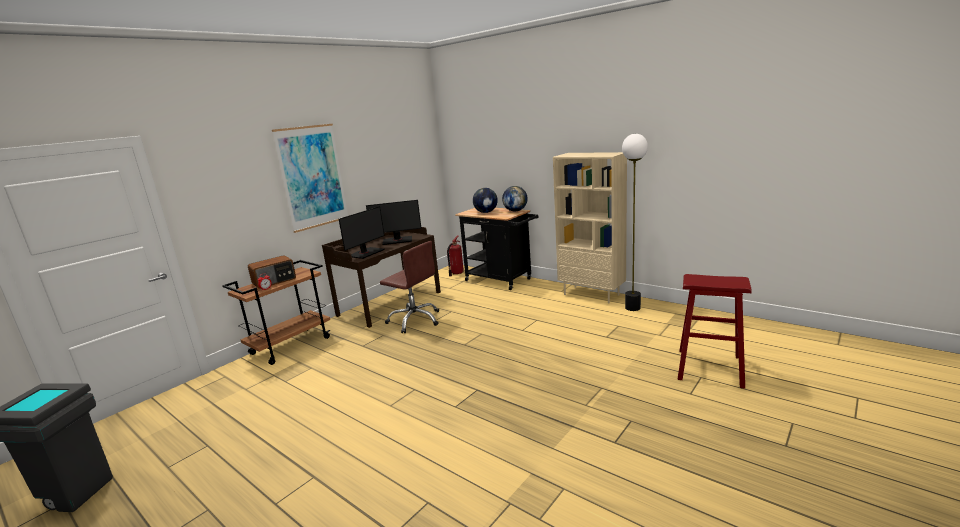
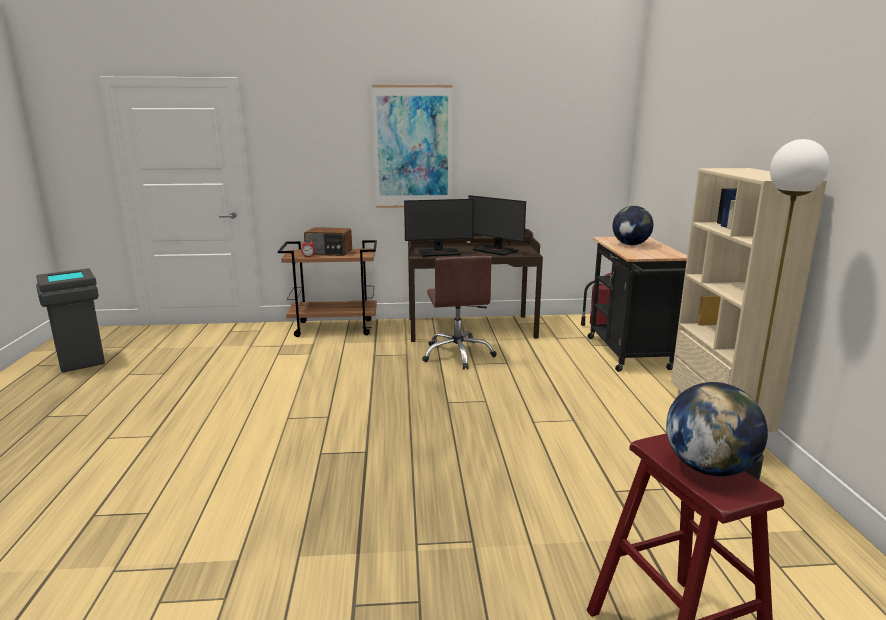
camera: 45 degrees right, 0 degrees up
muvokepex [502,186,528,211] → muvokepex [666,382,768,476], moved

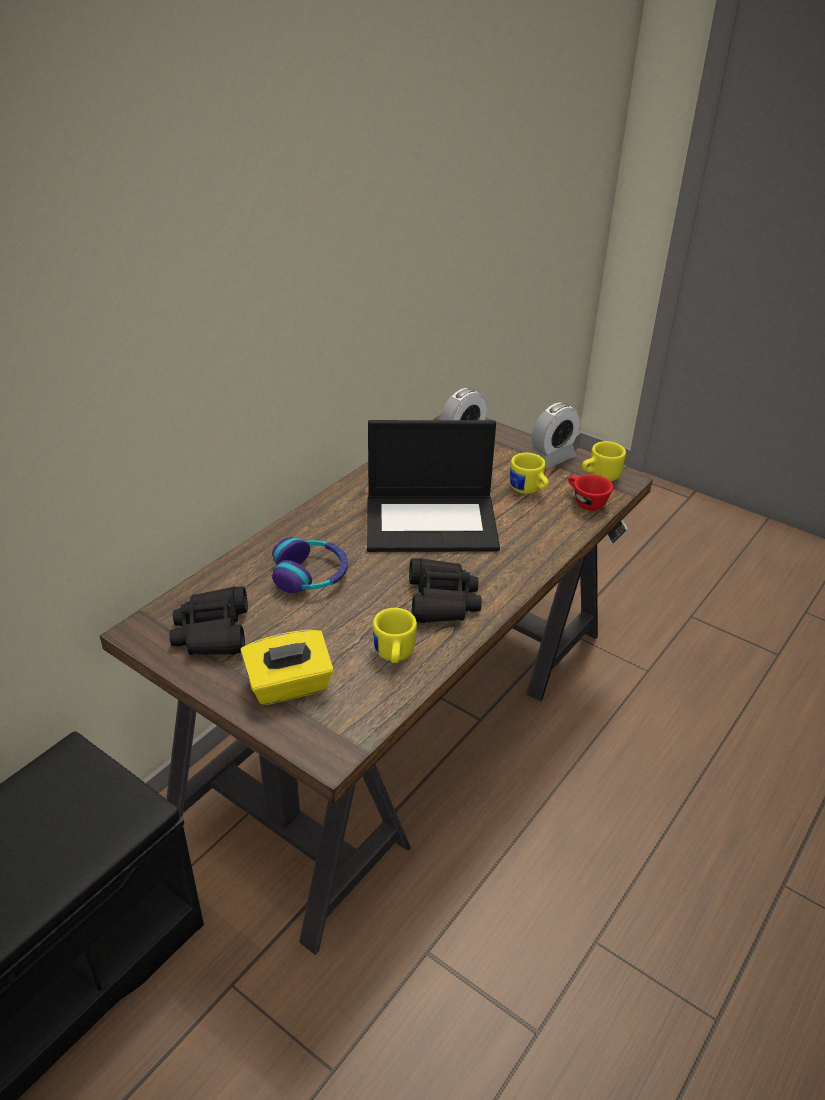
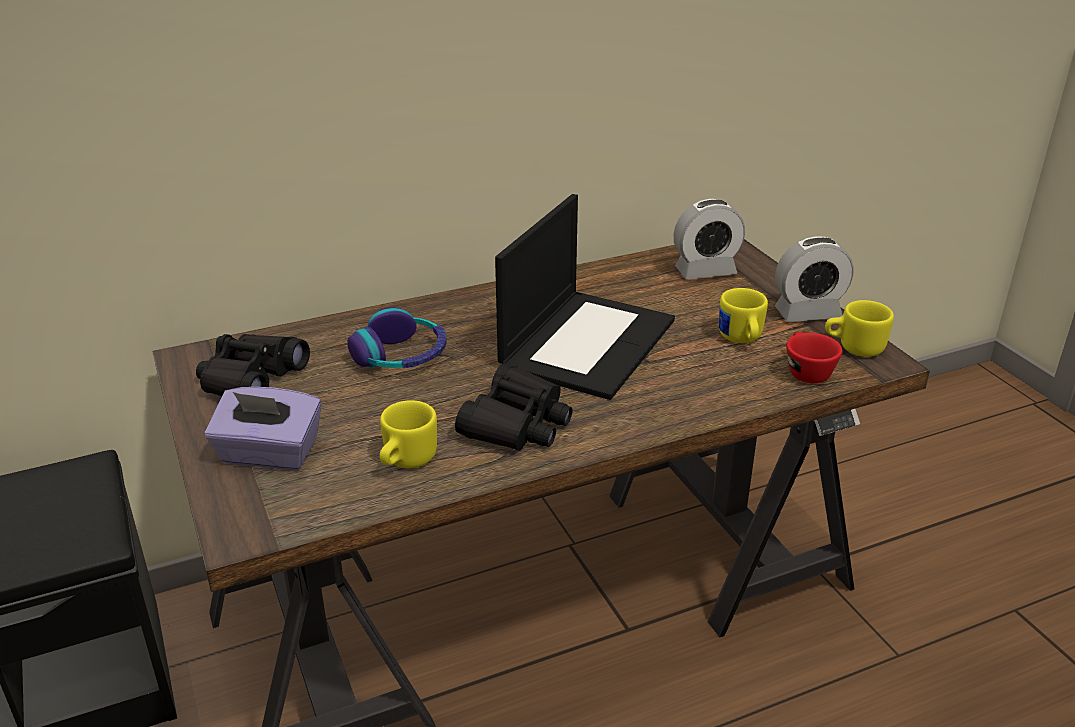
camera: 30 degrees right, 5 degrees down
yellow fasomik [240,630,334,705] → purple fasomik [205,387,322,470]
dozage [367,420,500,552] → dozage [495,194,675,400], 90 degrees counterclockwise

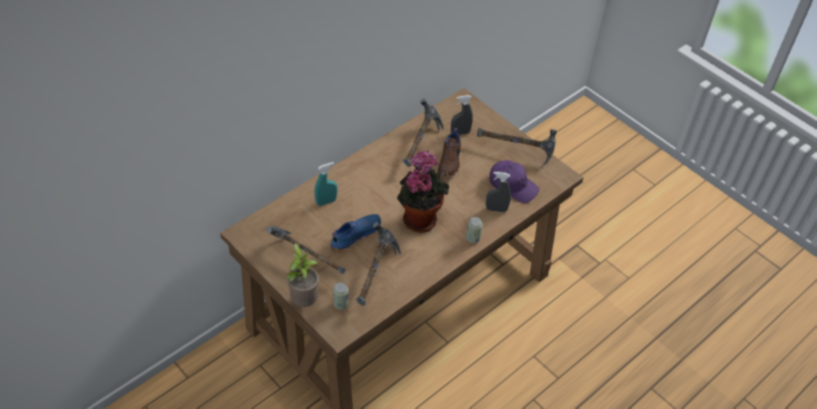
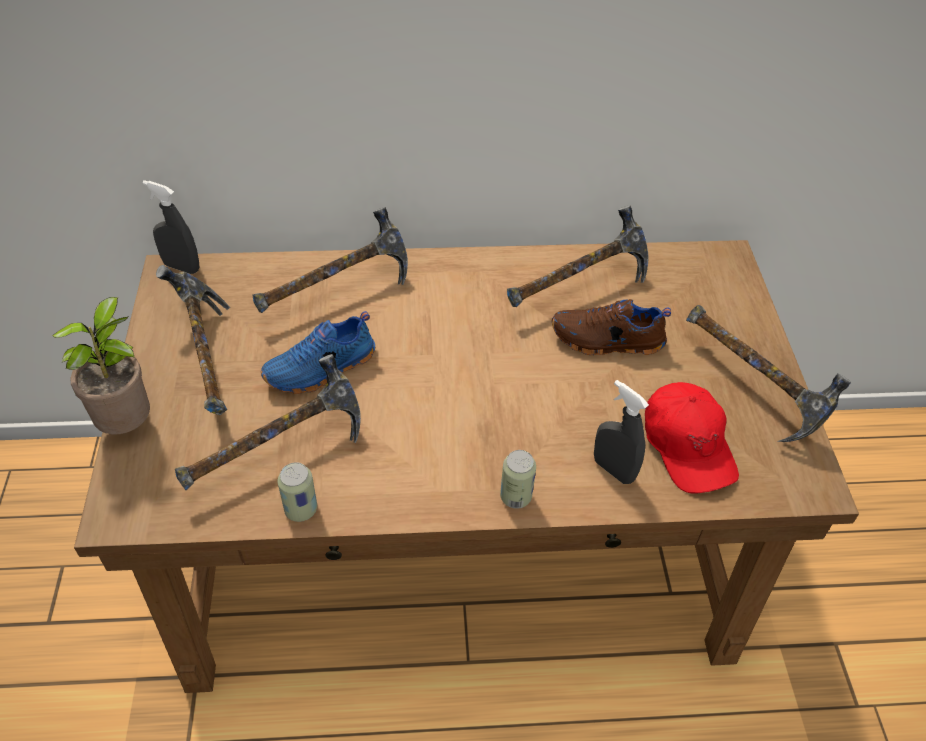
camera: 40 degrees right, 0 degrees up
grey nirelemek [451,95,473,135] → grey nirelemek [143,180,200,274], moved
turquoise nirelemek [314,162,337,206] → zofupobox [253,207,408,313]
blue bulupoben [330,214,381,253] → blue bulupoben [261,311,375,394], 150 degrees clockwise
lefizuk [333,282,348,310] → lefizuk [278,462,317,522], moved
brown bulupoben [438,128,461,176] → brown bulupoben [552,299,671,355], 45 degrees clockwise
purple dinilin [489,160,539,203] → red dinilin [645,382,739,493]
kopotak [397,150,449,233] → -

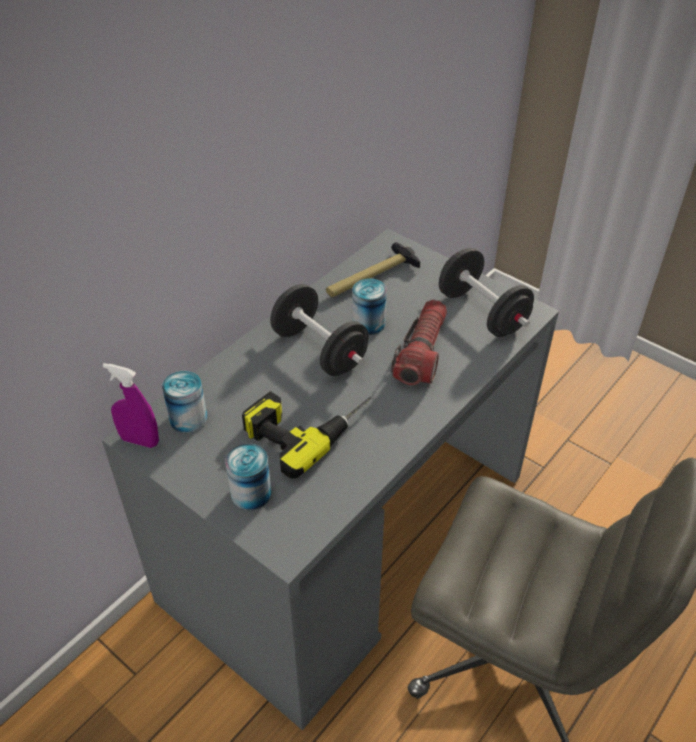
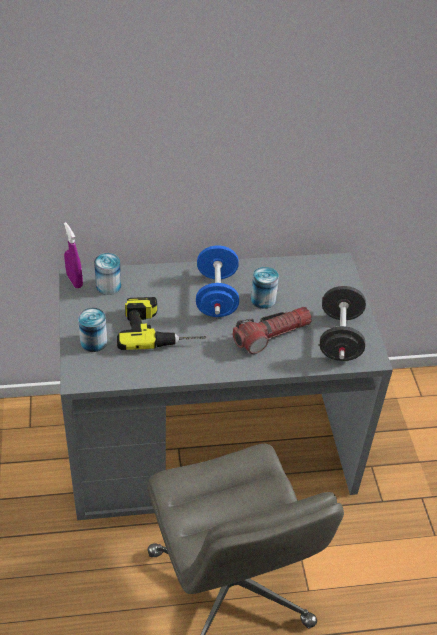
camera: 40 degrees right, 0 degrees up
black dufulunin [270,284,369,376] → blue dufulunin [196,245,239,317]
zofupobox [326,242,420,297] → -

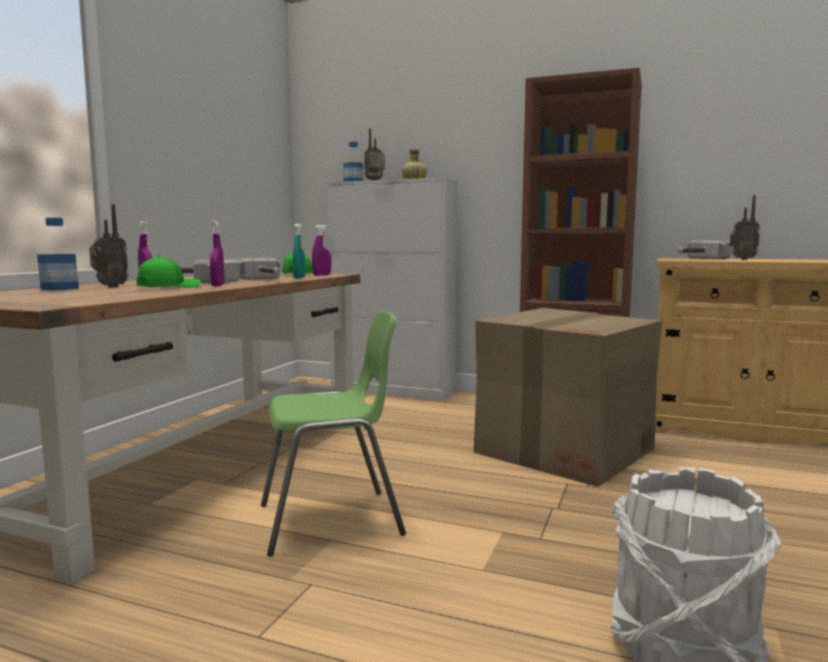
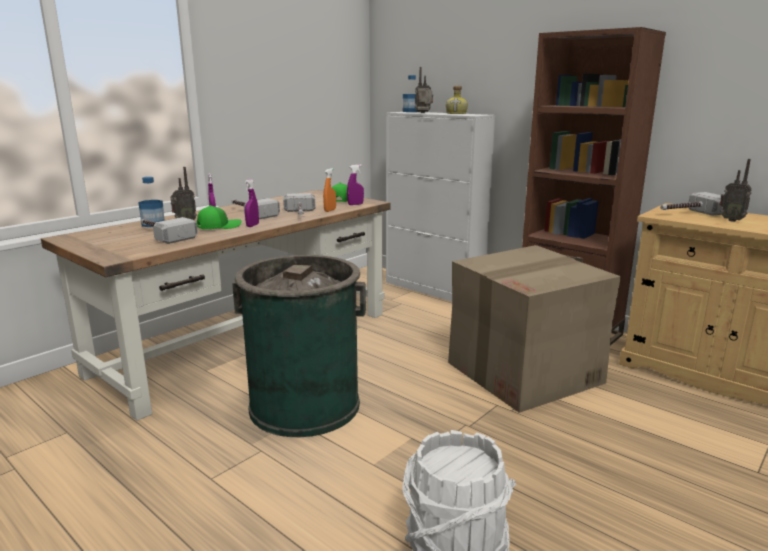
camera: 20 degrees right, 10 degrees up
- → zofupobox [141,217,198,244]
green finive [261,310,406,556] → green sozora [232,255,366,437]
turquoise nirelemek [293,224,305,278] → orange nirelemek [323,168,336,212]

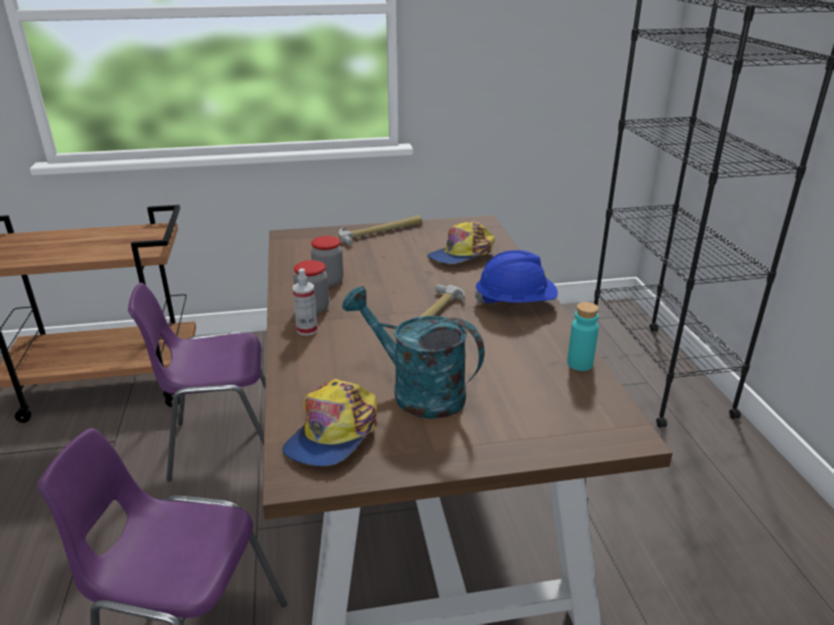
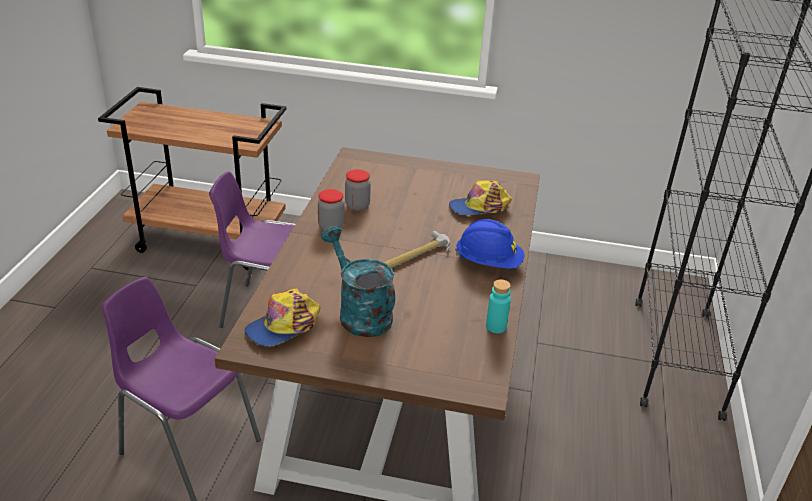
camera: 20 degrees right, 5 degrees up
nirelemek [293,268,318,336] → -
zofupobox [339,215,422,245] → -

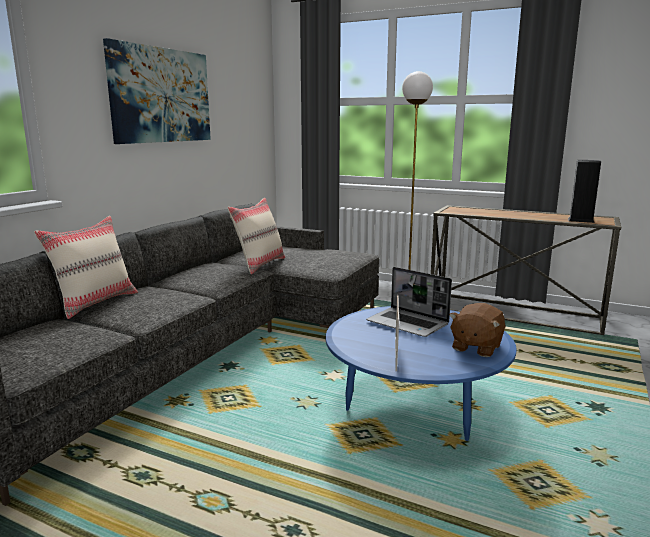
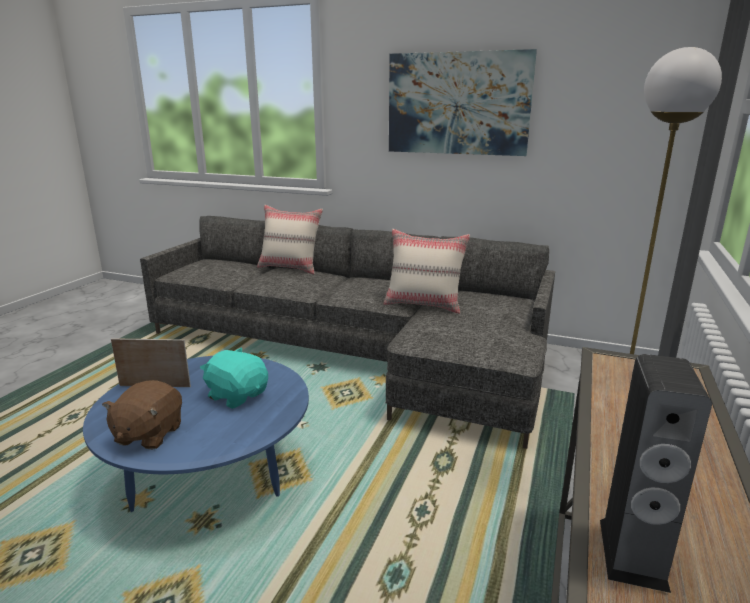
camera: 85 degrees right, 5 degrees up
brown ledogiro [449,303,505,357] → brown ledogiro [102,380,182,450], 105 degrees counterclockwise
dozage [366,267,452,337] → turquoise ledogiro [200,347,268,409]

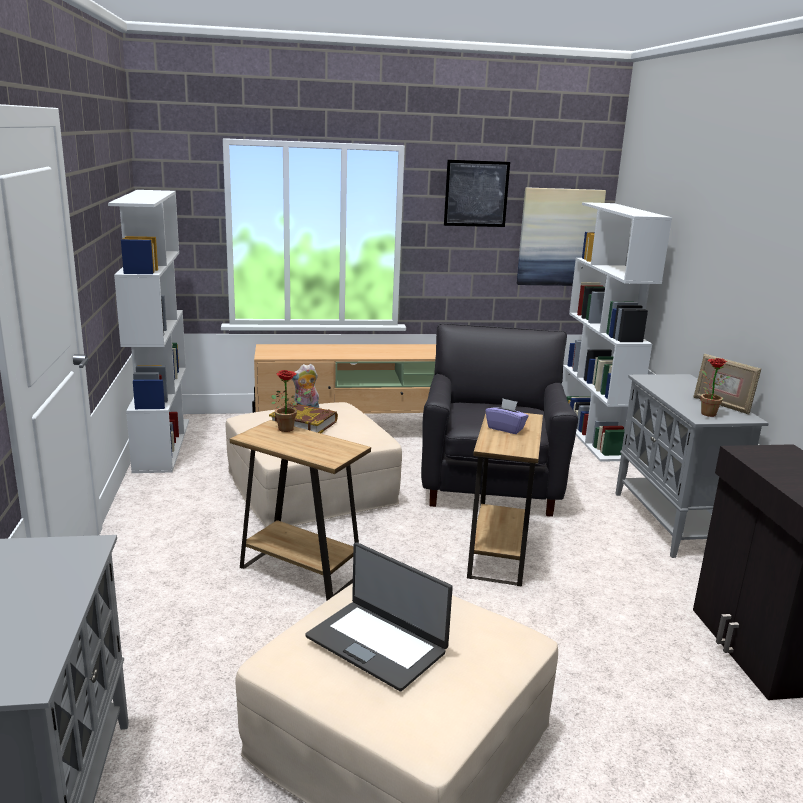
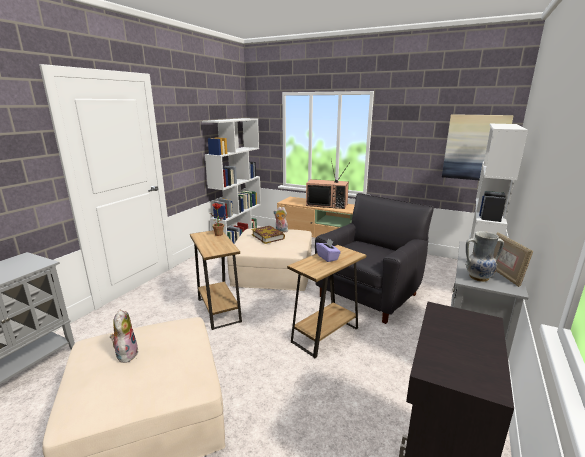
camera: 35 degrees right, 0 degrees up
dozage [305,542,453,691] → ledogiro [110,309,138,363]
- → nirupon [306,160,350,209]
kopotak [700,358,731,417] → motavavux [465,231,504,282]
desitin [444,160,510,227] → -

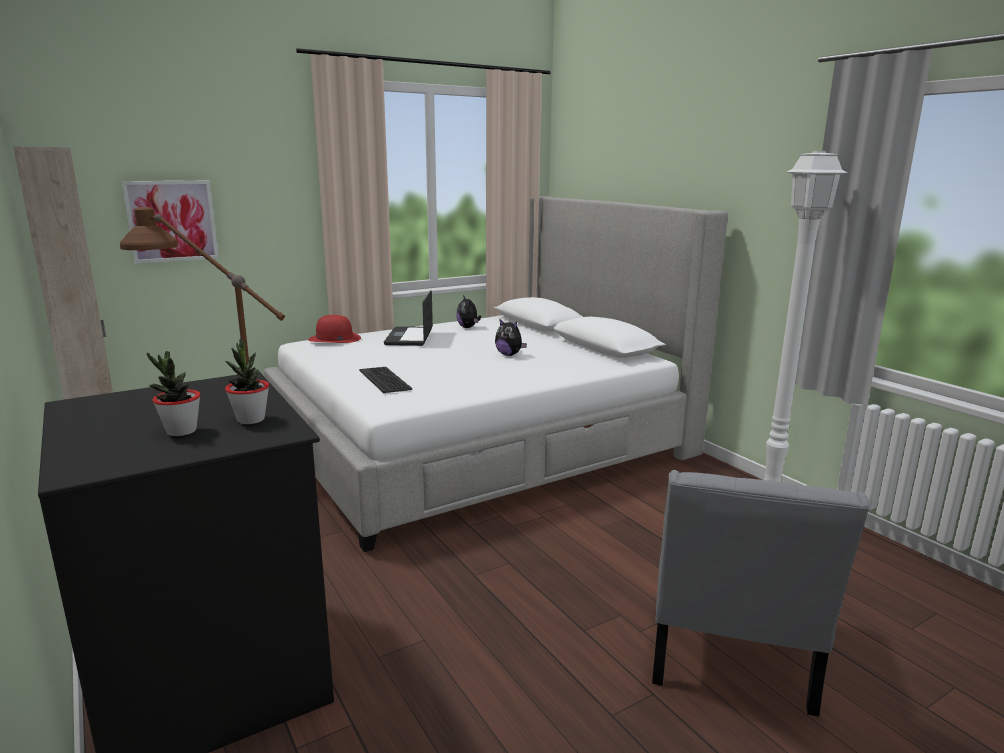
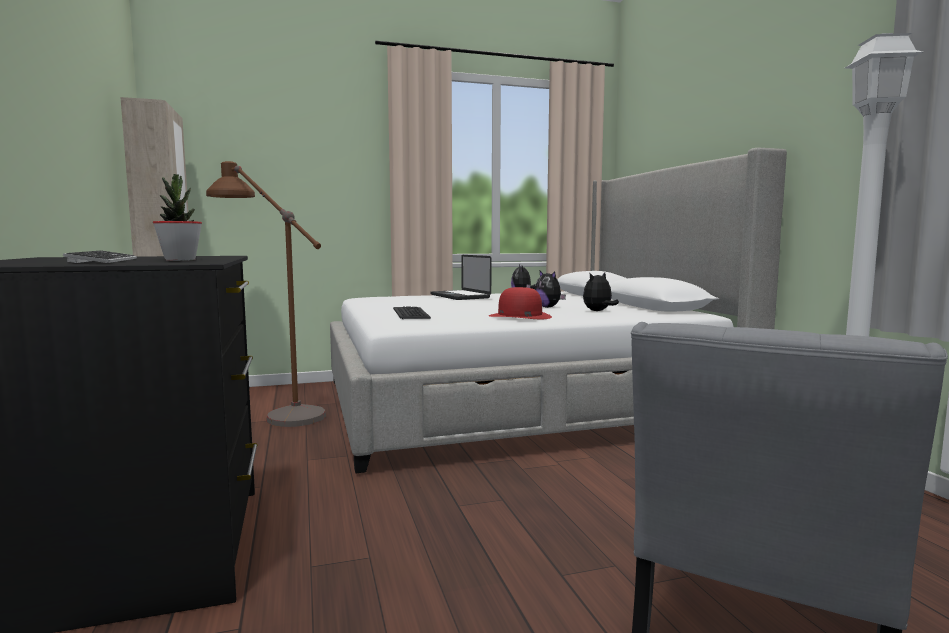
camera: 15 degrees right, 10 degrees down
kopotak [147,351,201,436] → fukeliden [63,250,137,263]
dozage [384,291,433,346] → dozage [430,255,491,300], 45 degrees counterclockwise
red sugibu [308,315,361,343] → red sugibu [489,287,552,319], moved
- → ledogiro [583,272,619,311]
desitin [122,181,219,264] → -

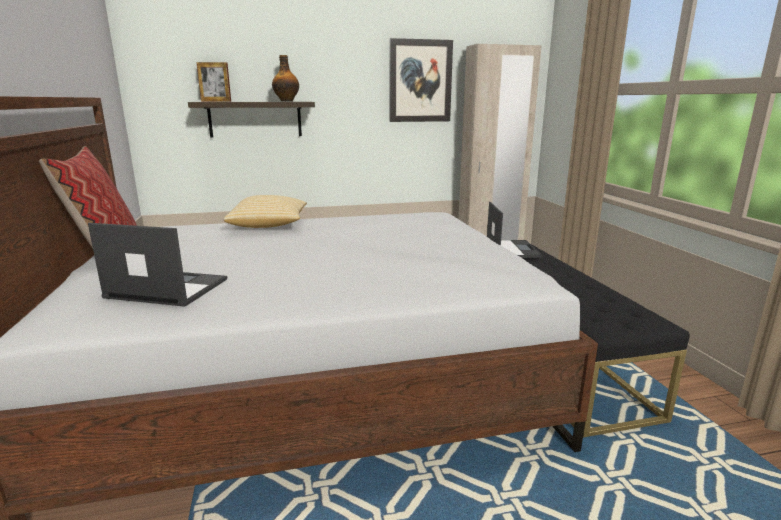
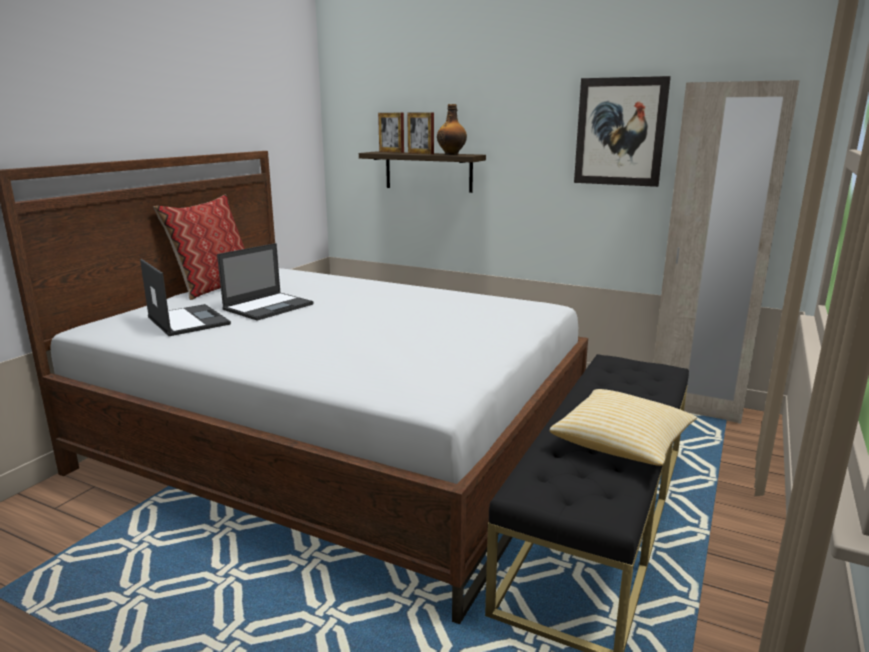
camera: 40 degrees right, 0 degrees up
dozage [487,202,543,258] → dozage [217,243,314,321], moved
- → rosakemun [407,113,434,154]
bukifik [224,195,307,228] → bukifik [550,389,697,466], moved

